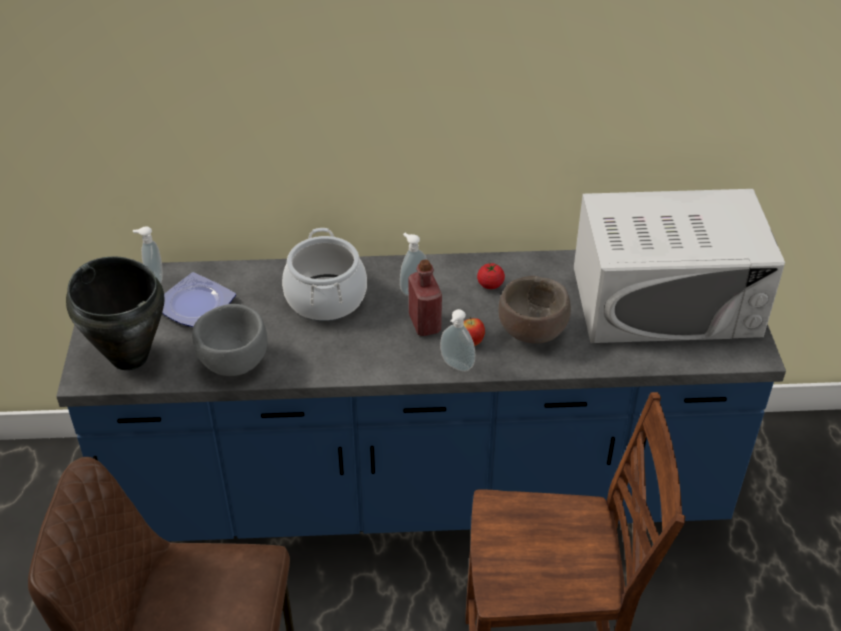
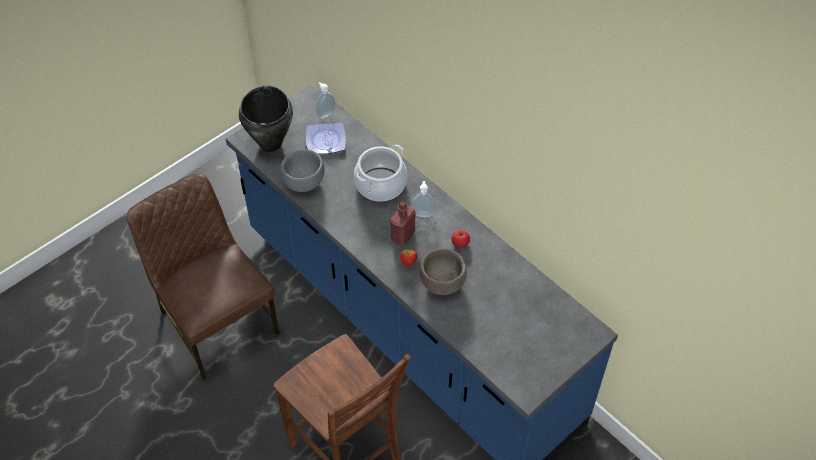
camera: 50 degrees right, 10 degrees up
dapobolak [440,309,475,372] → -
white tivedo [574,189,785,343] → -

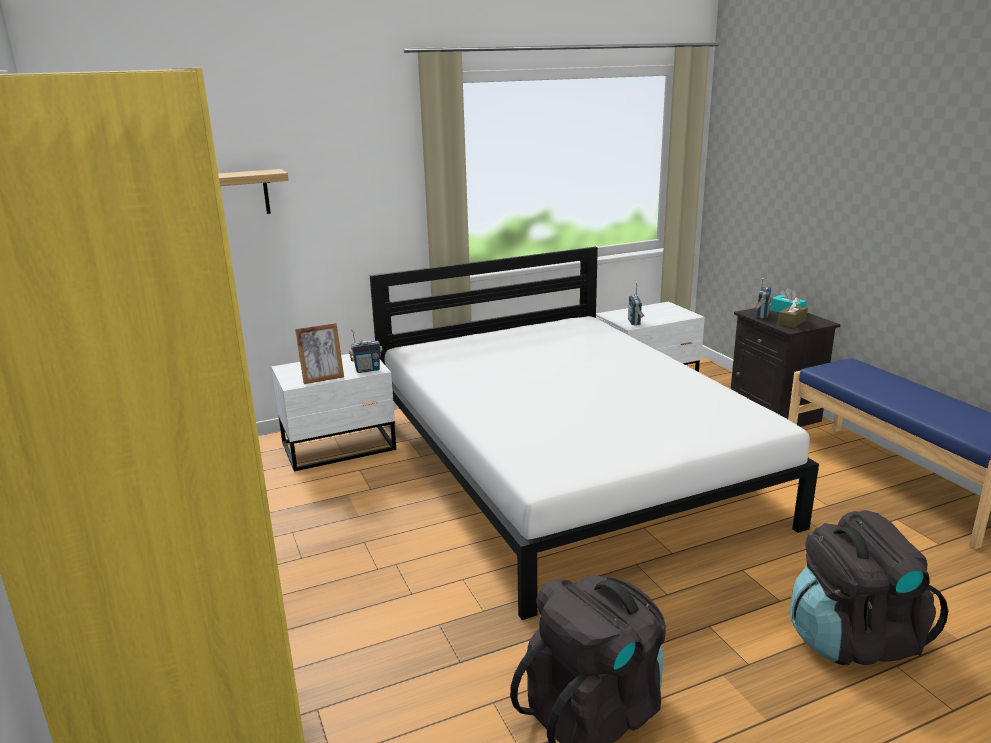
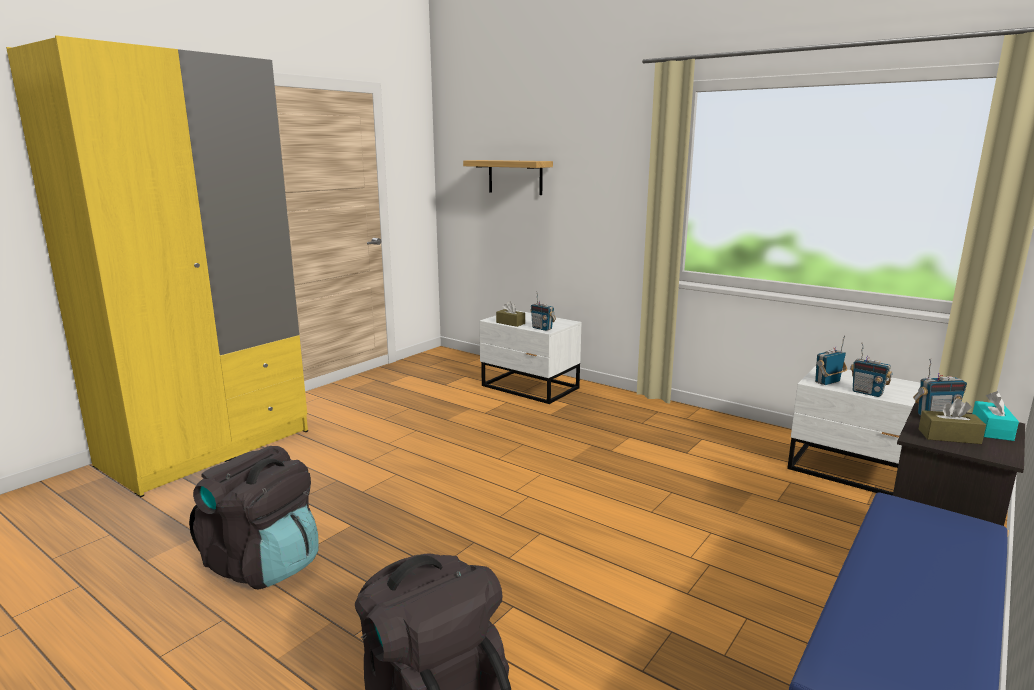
camera: 60 degrees right, 5 degrees down
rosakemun [295,323,344,384] → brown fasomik [496,301,525,327]
- → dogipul [850,342,892,397]
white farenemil [370,247,819,620] → -

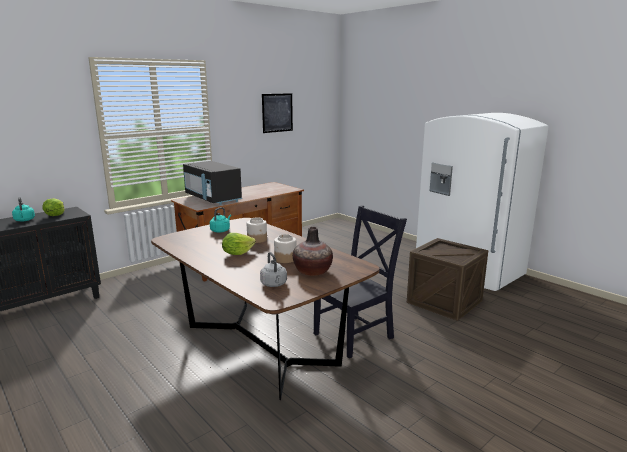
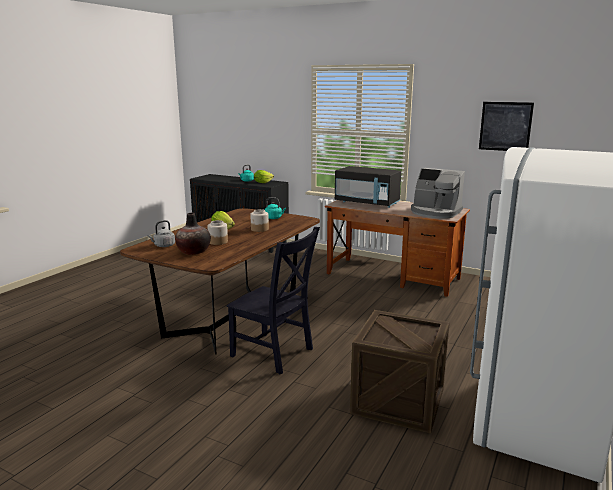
camera: 70 degrees right, 0 degrees up
black tivedo [183,161,242,205] → black tivedo [335,166,401,208], 90 degrees counterclockwise
- → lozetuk [411,168,465,219]

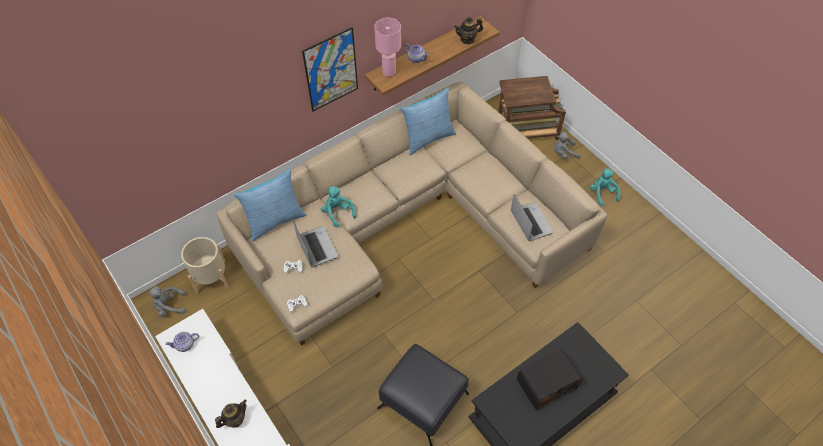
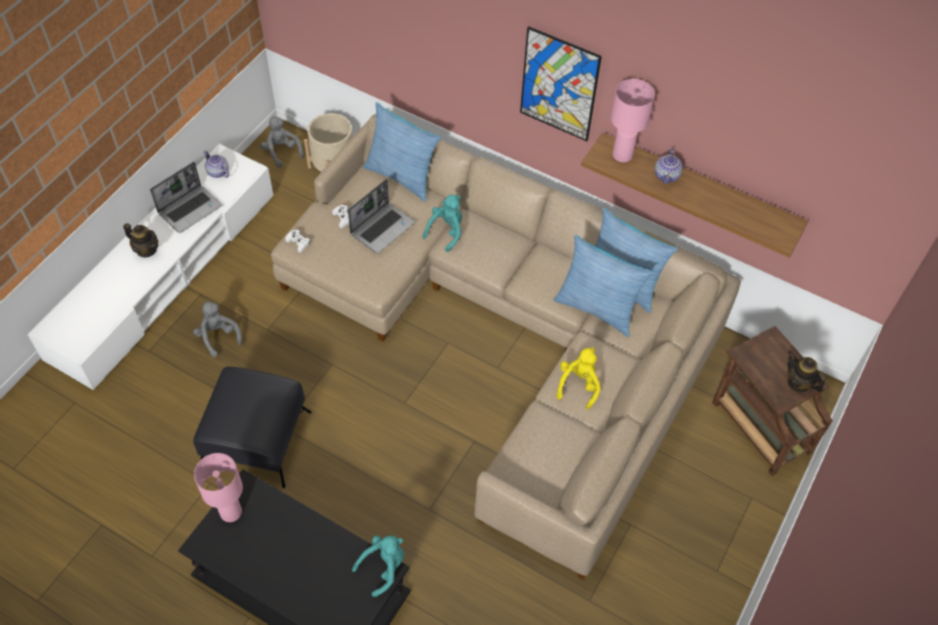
camera: 65 degrees right, 0 degrees up
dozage [511,194,554,241] → dozage [150,162,222,233], moved
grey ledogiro [554,132,581,159] → grey ledogiro [193,300,242,358], moved
- → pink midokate [194,453,243,522]
turquoise ledogiro [590,168,620,206] → turquoise ledogiro [352,535,404,597], moved
- → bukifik [554,235,654,337]
- → yellow ledogiro [556,348,601,409]
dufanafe [454,17,483,44] → dufanafe [787,351,827,393], moved
dogipul [517,349,583,410] → -

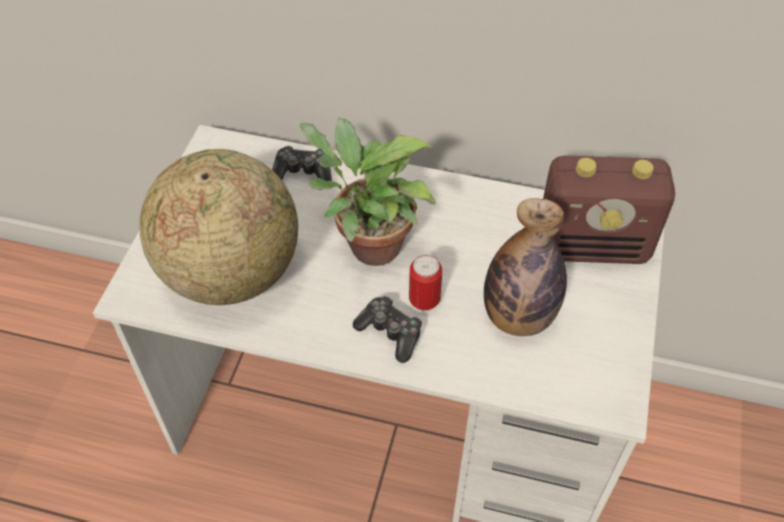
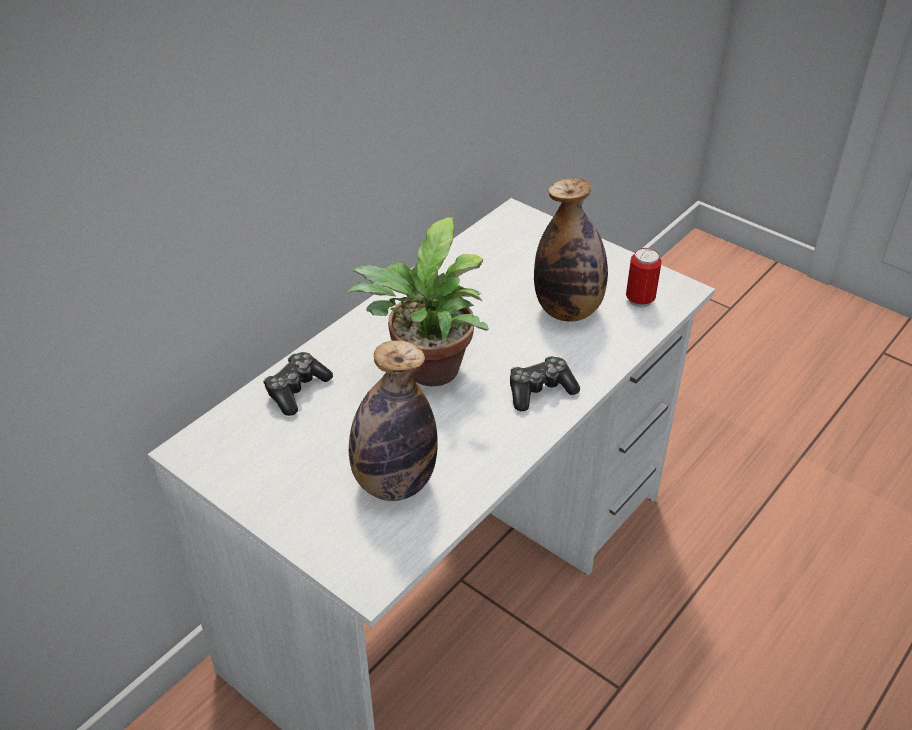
camera: 65 degrees left, 10 degrees down
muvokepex [139,149,298,305] → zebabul [349,340,438,501]
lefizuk [409,255,442,311] → lefizuk [626,248,662,307], moved
dogipul [543,155,675,264] → -

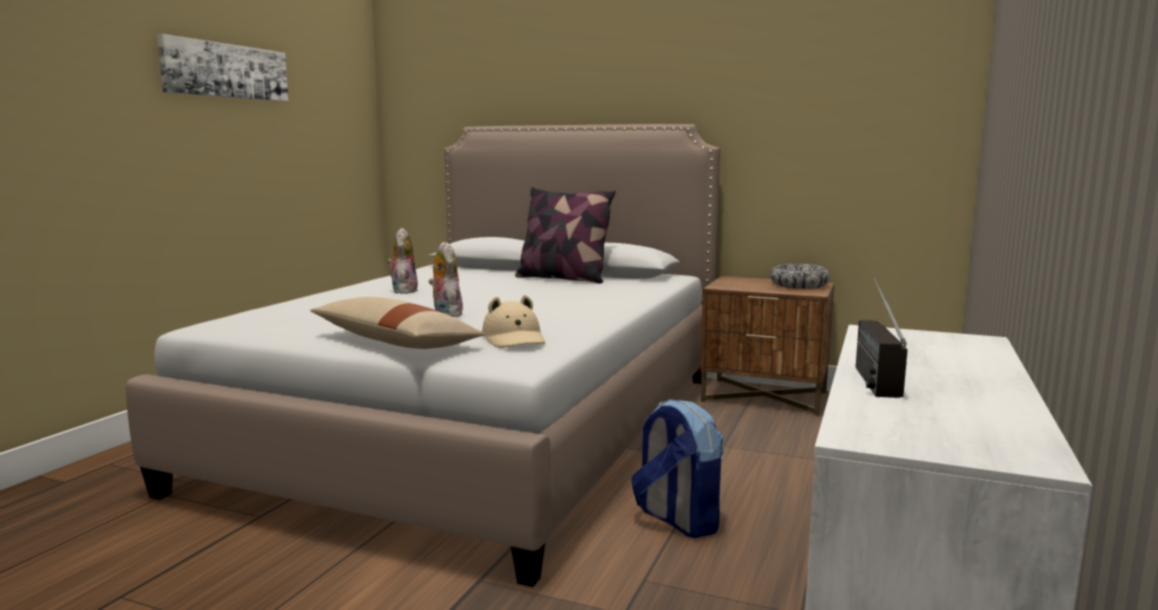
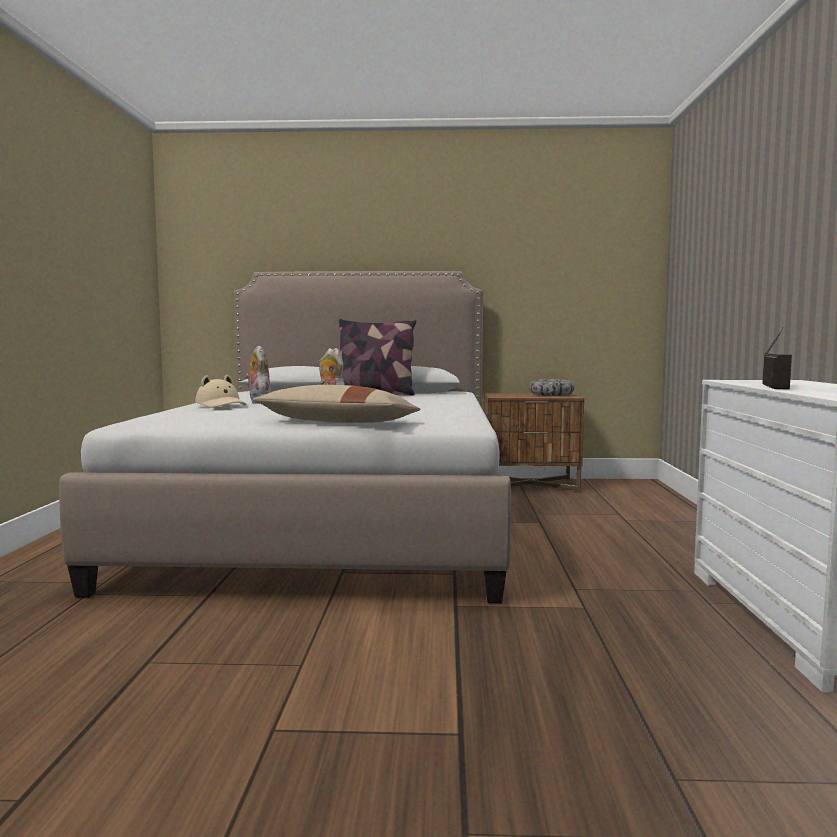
camera: 20 degrees left, 5 degrees down
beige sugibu [482,295,545,348] → beige sugibu [195,375,246,408], moved
dogipul [856,274,908,398] → dogipul [762,327,792,389], 150 degrees counterclockwise
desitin [157,34,289,101] → -
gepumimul [631,399,723,538] → -

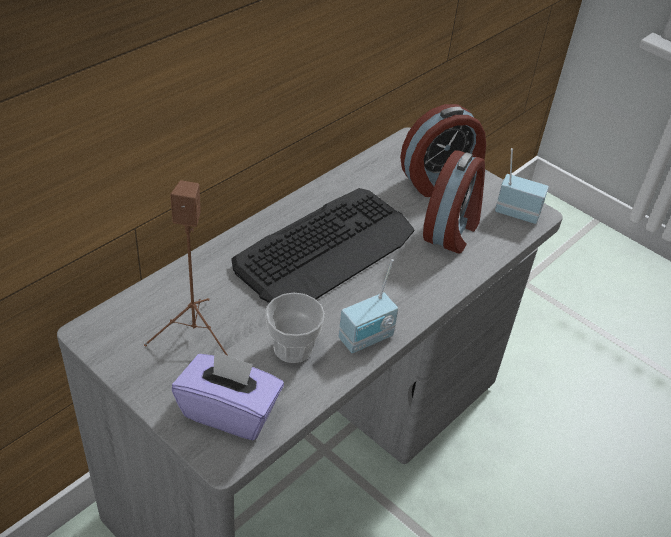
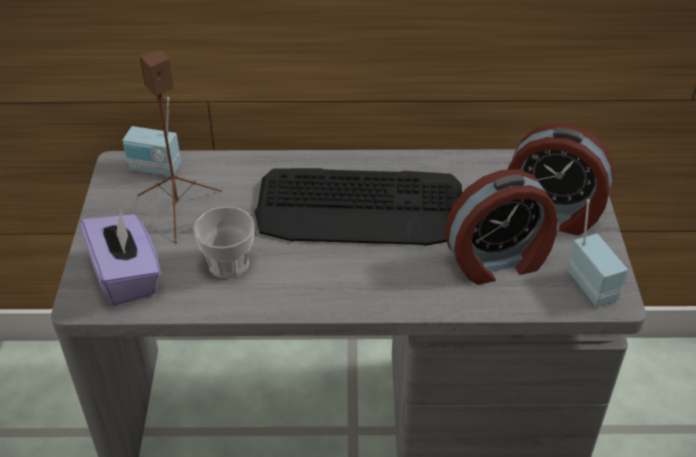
camera: 50 degrees right, 0 degrees up
dogipul [338,259,398,353] → dogipul [122,97,181,176], moved

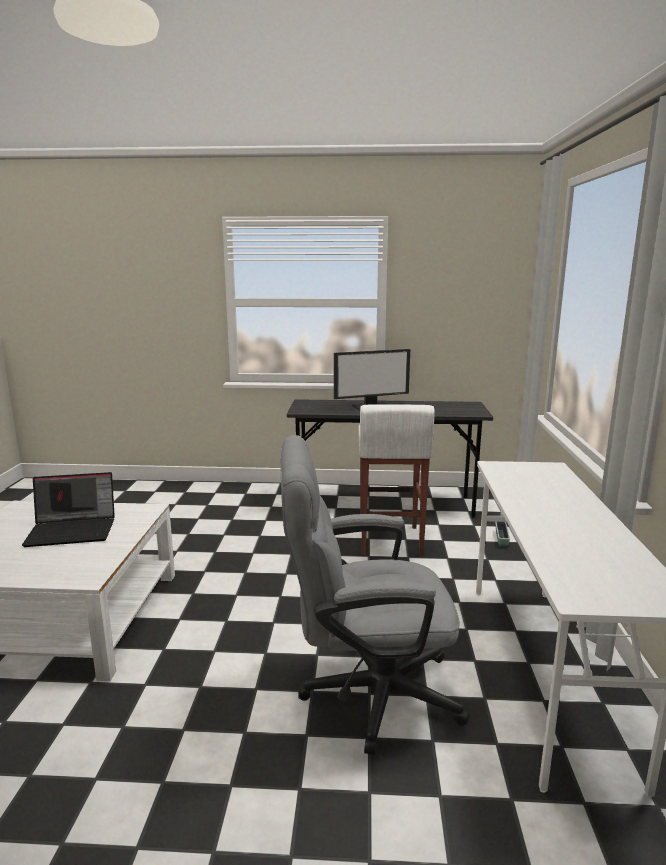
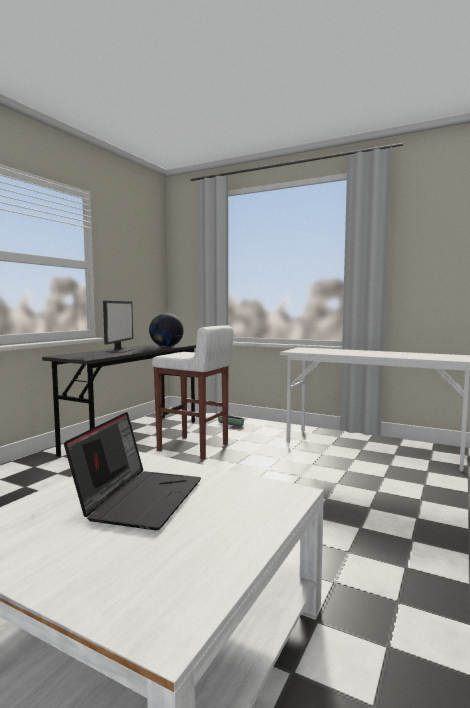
camera: 65 degrees left, 10 degrees down
- → muvokepex [149,313,184,347]
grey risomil [280,435,470,755] → -

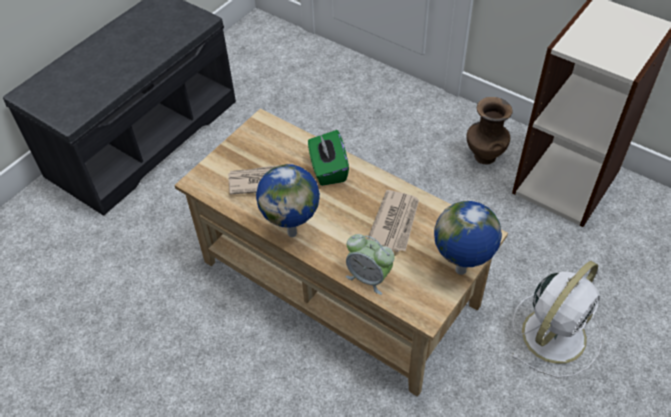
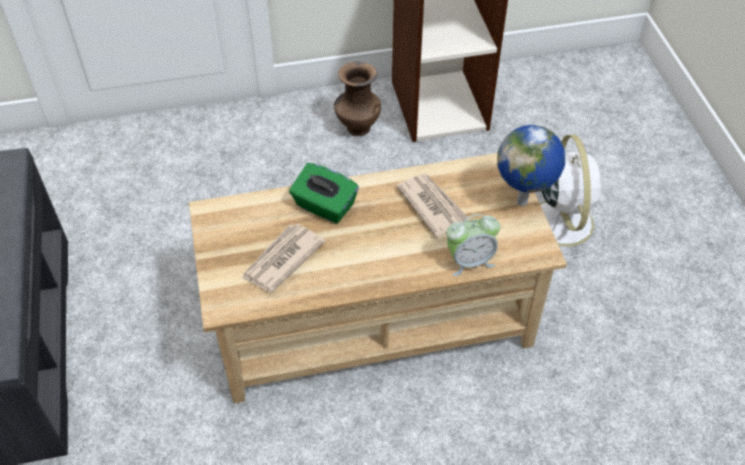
camera: 50 degrees left, 0 degrees up
muvokepex [256,164,320,237] → -

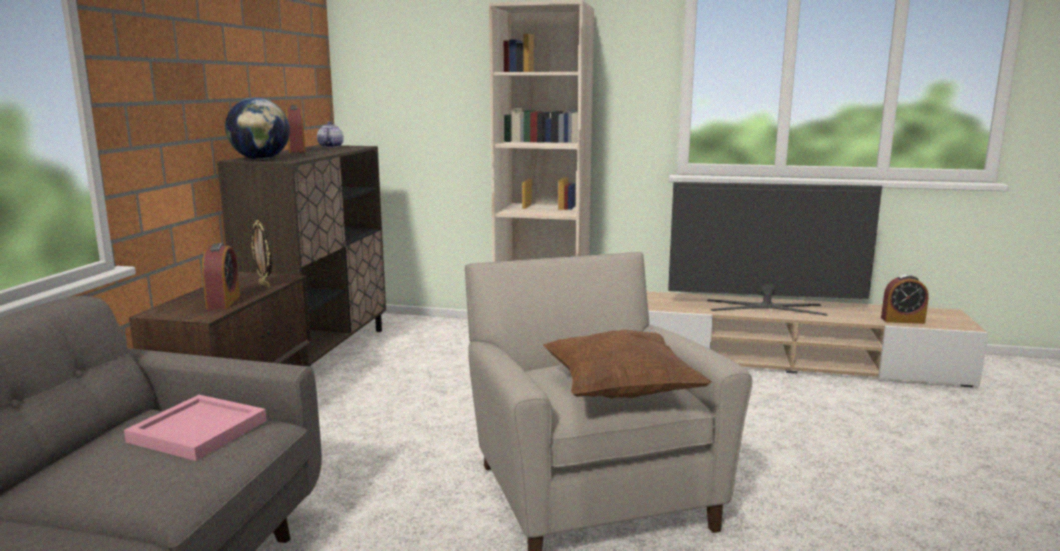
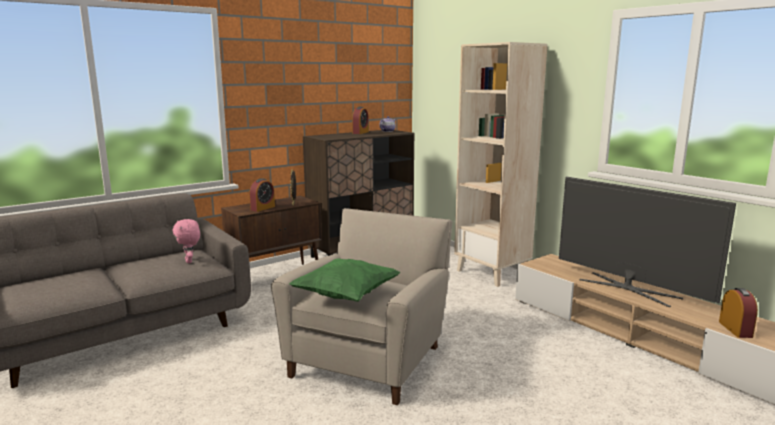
camera: 40 degrees right, 0 degrees up
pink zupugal [124,395,267,461] → pink ledogiro [173,219,200,263]
brown bukifik [543,330,712,399] → green bukifik [289,259,401,302]
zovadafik [881,275,929,324] → zovadafik [719,288,758,338], 135 degrees counterclockwise
muvokepex [225,98,290,160] → -

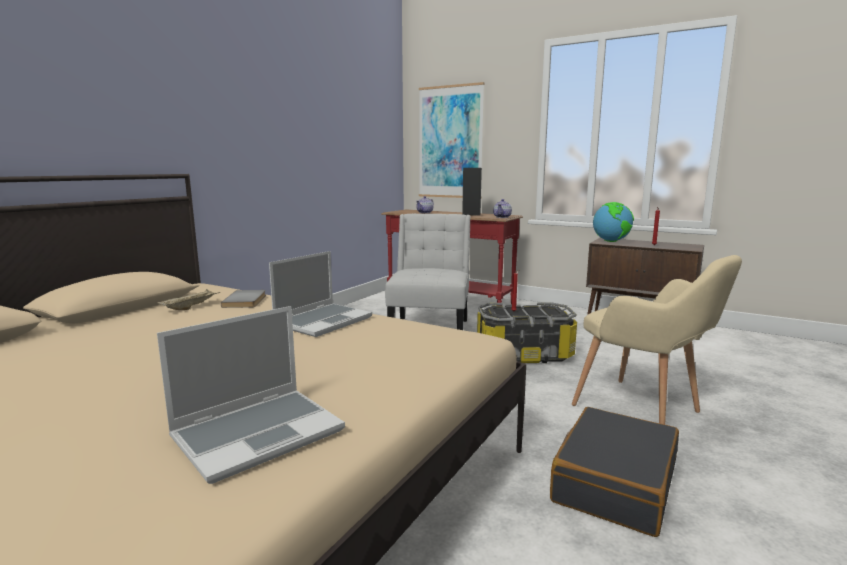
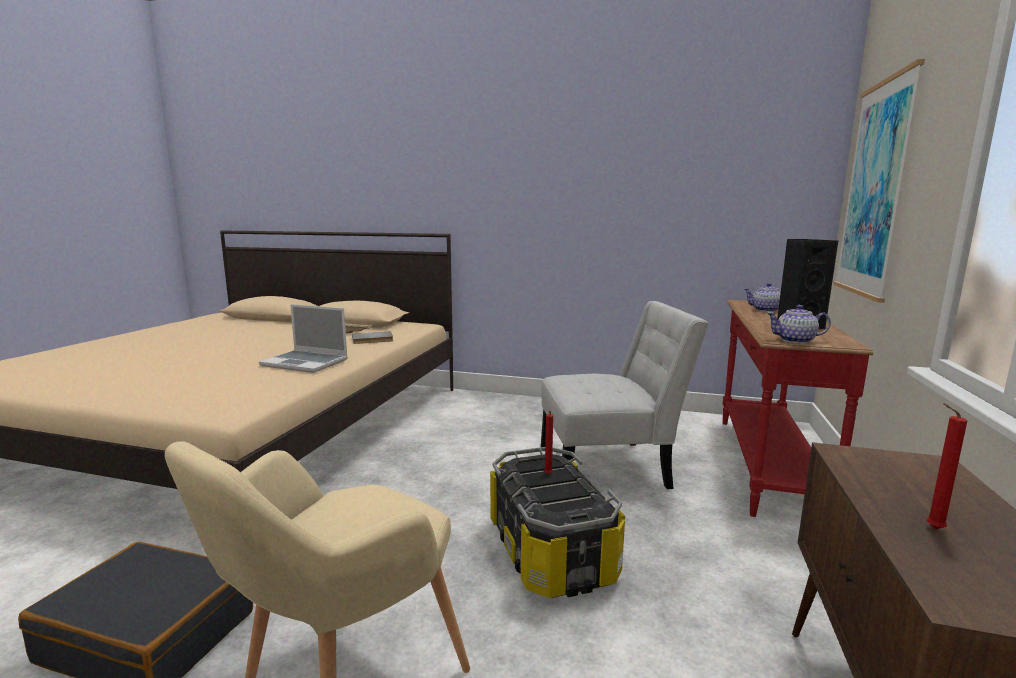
camera: 75 degrees right, 0 degrees up
dozage [157,306,345,484] → -
muvokepex [593,202,634,242] → -

